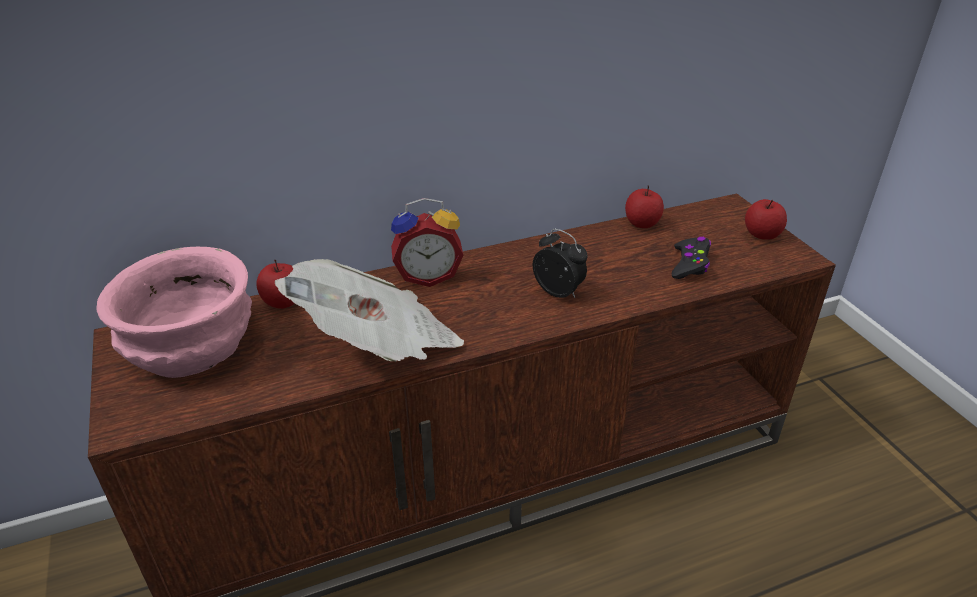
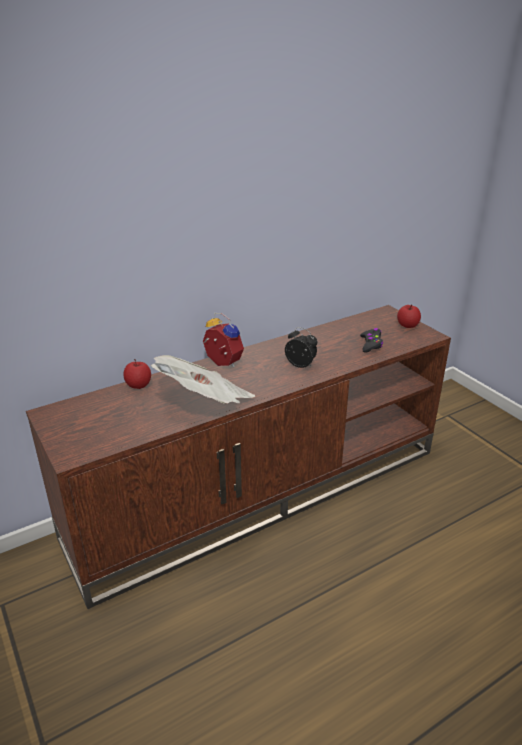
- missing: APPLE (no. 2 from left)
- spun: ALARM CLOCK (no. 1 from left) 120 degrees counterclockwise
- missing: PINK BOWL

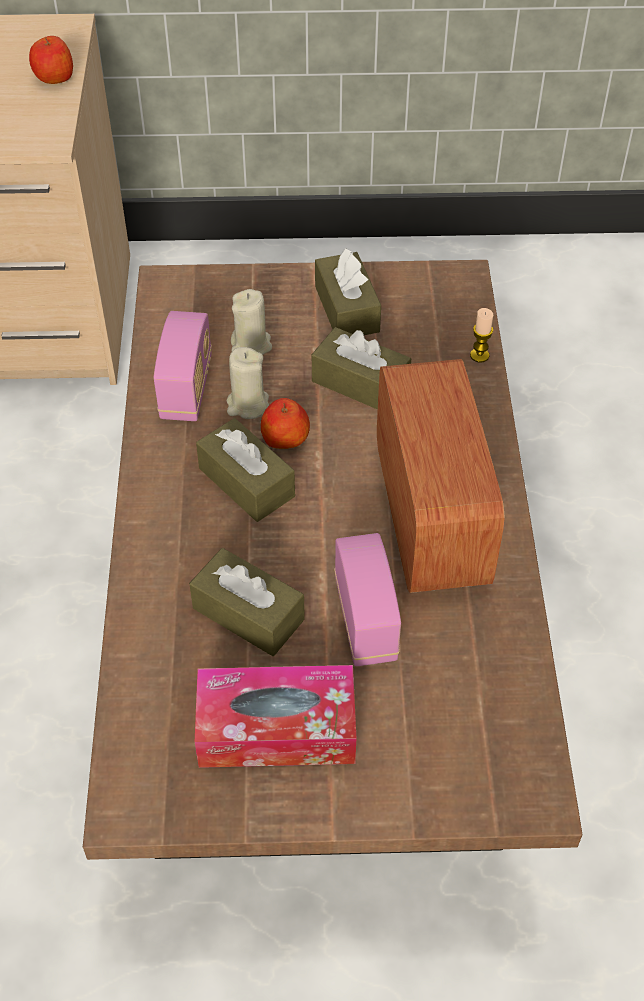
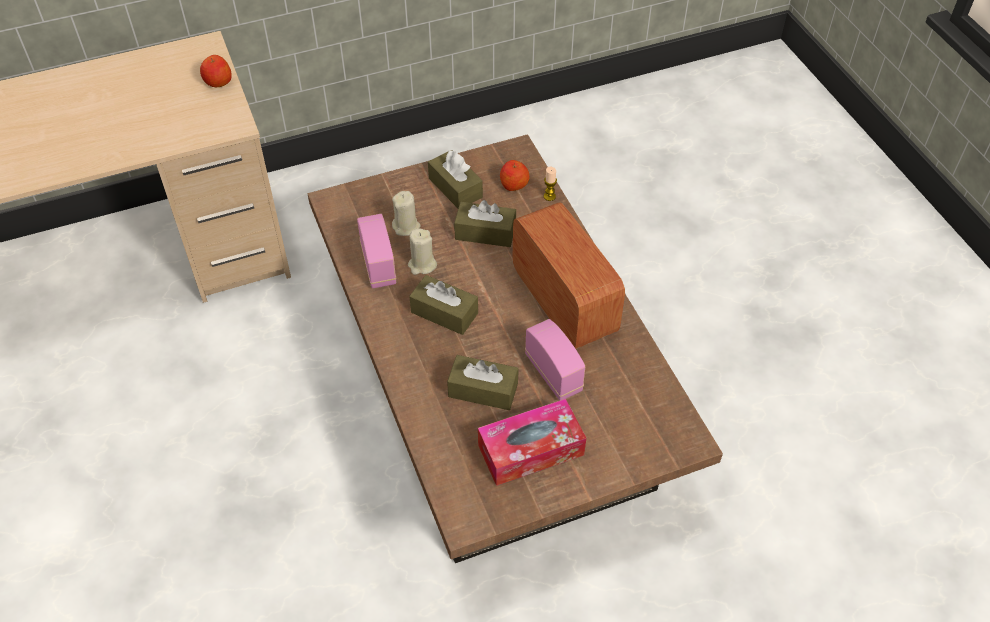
- relocated: APPLE (no. 2 from left)

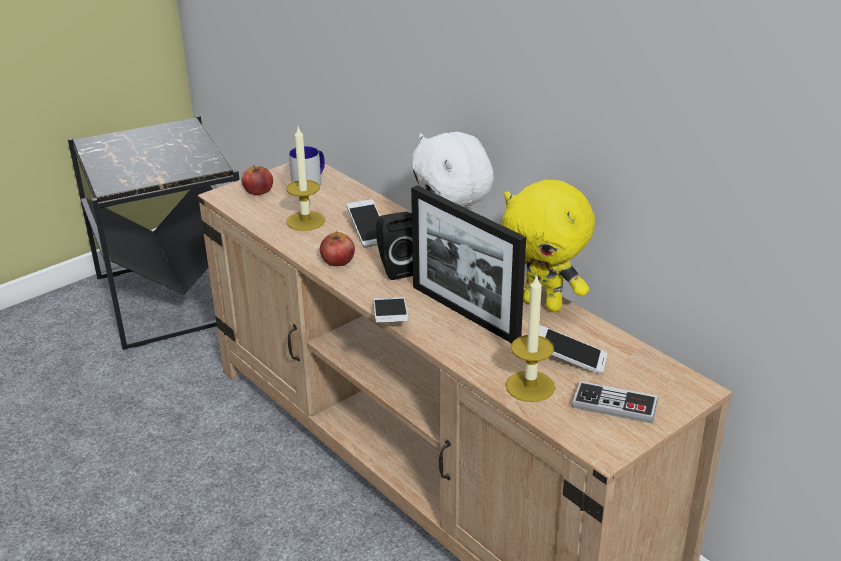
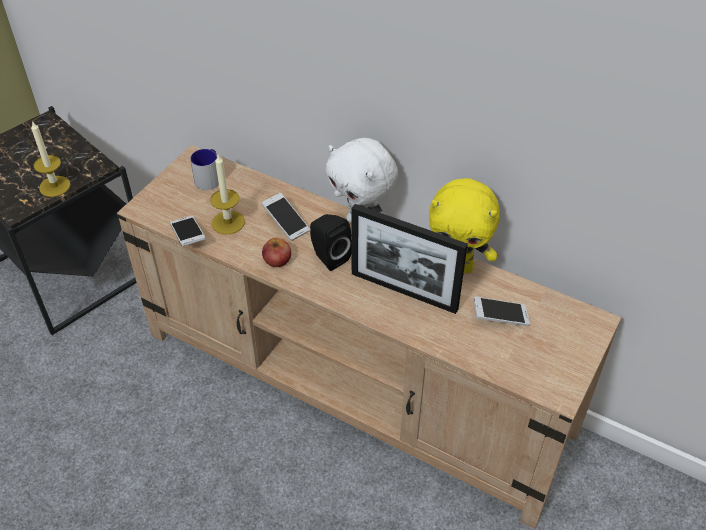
- missing: APPLE (no. 1 from left)
- relocated: CANDLE (no. 2 from left in the first image) to CANDLE (no. 1 from left)
- relocated: PHONE (no. 2 from left in the first image) to PHONE (no. 1 from left)
- missing: GAME CONTROLLER

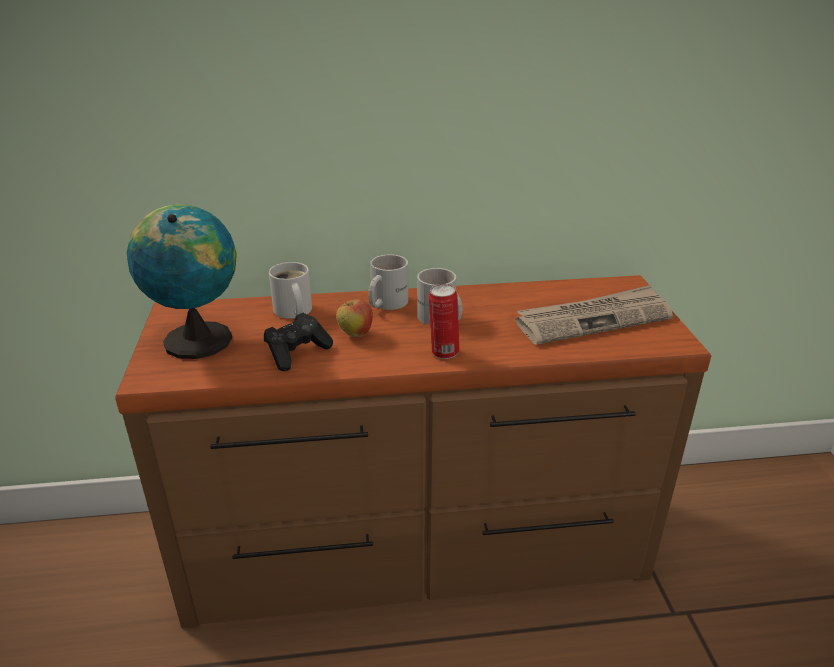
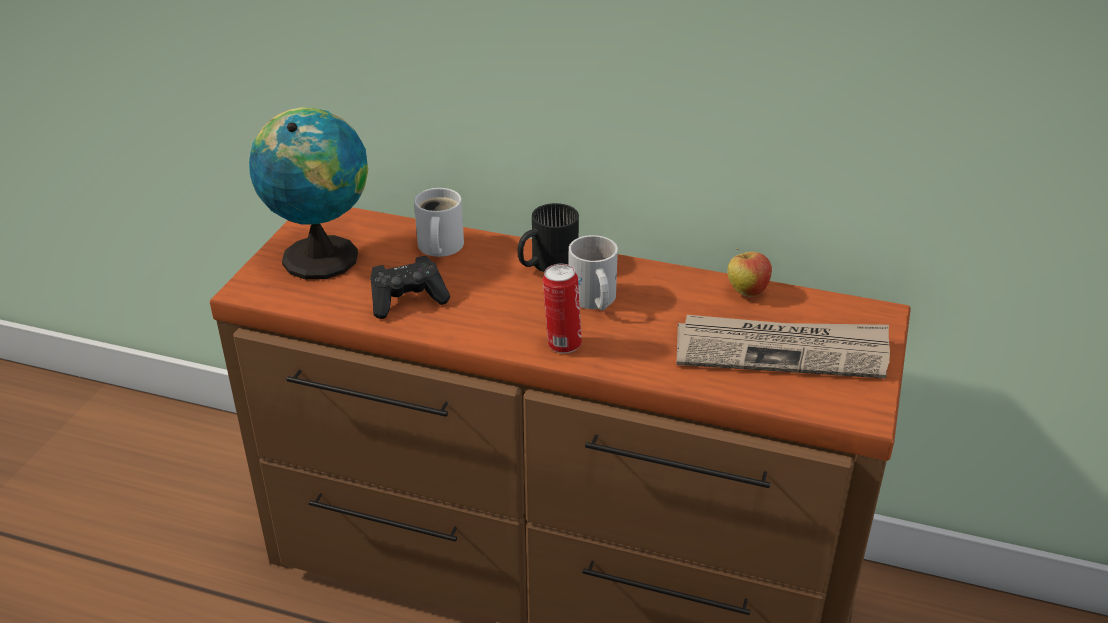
- colour: WHITE MUG (no. 2 from left) to BLACK MUG
- relocated: APPLE

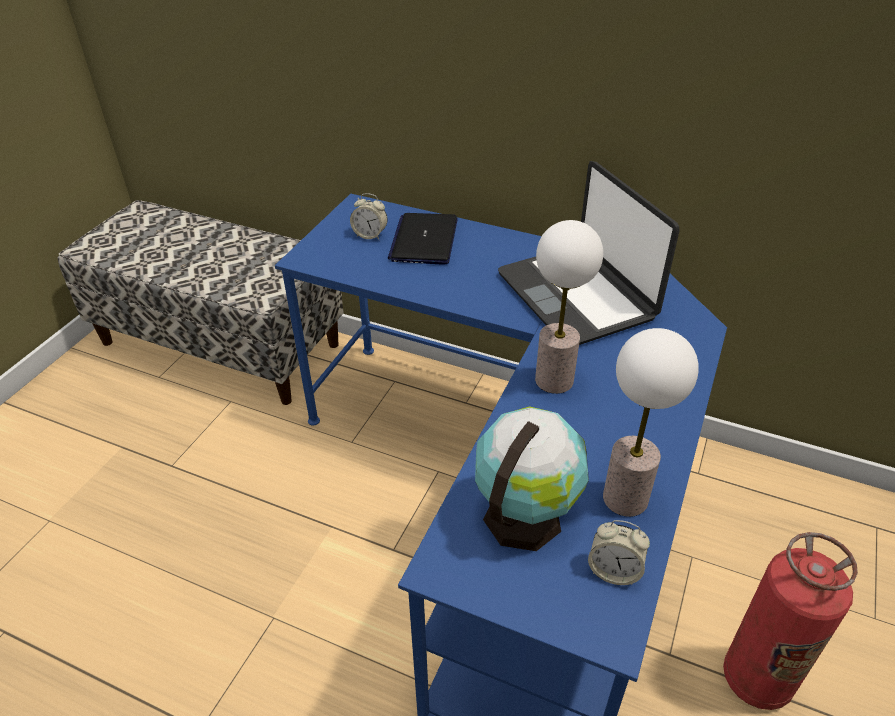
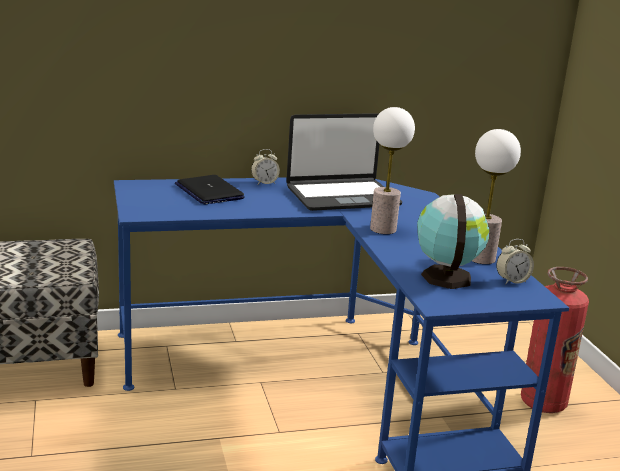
- spun: LAPTOP (no. 2 from left) 45 degrees counterclockwise
- relocated: ALARM CLOCK (no. 1 from left)

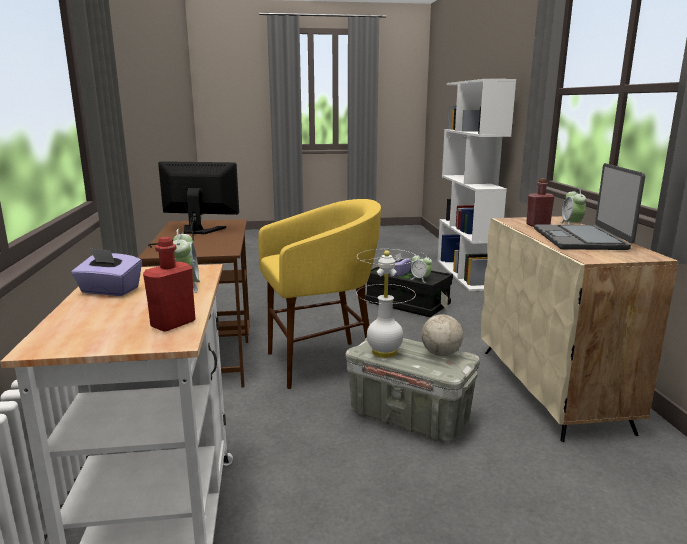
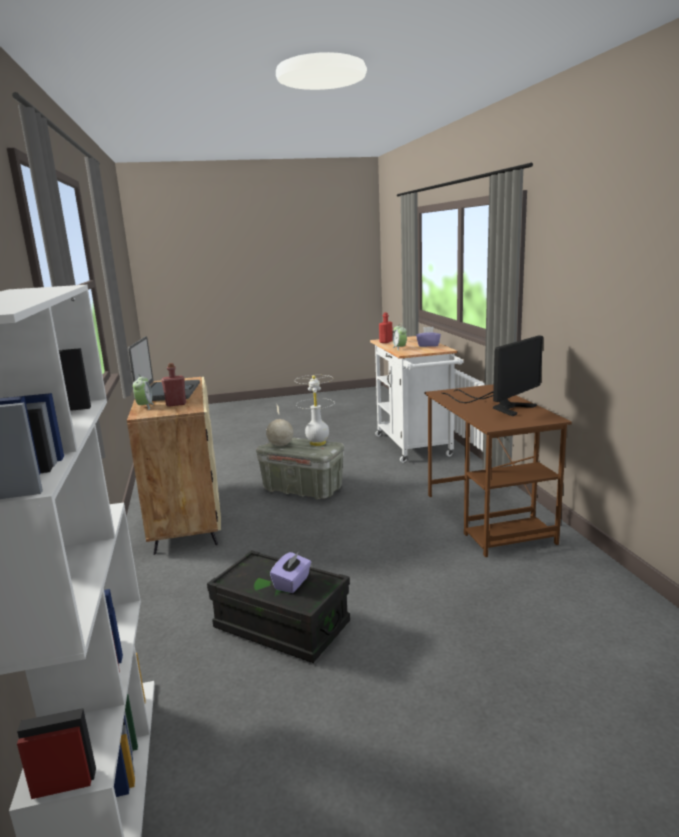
- spun: MONITOR 45 degrees counterclockwise
- missing: YELLOW STOOL
- missing: ALARM CLOCK (no. 2 from left)

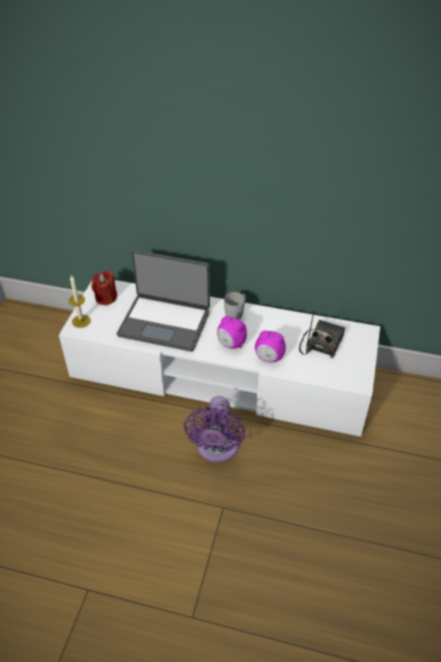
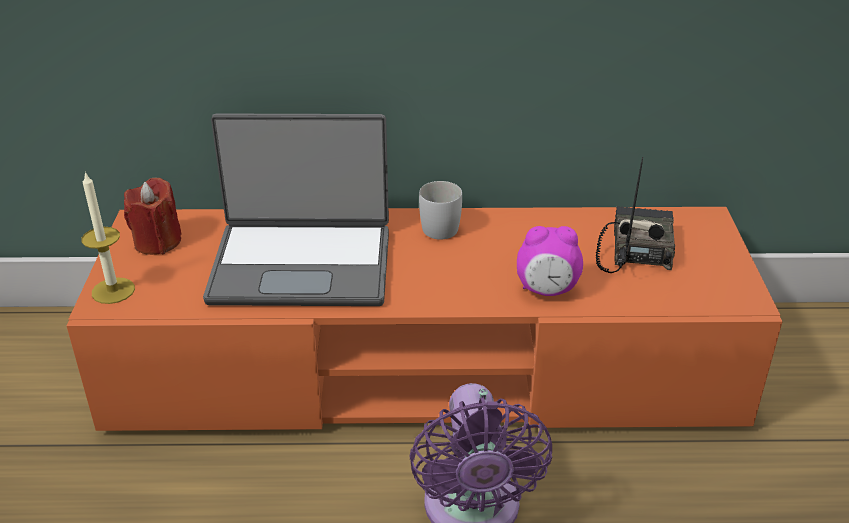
- colour: WHITE TV STAND to ORANGE TV STAND
- missing: ALARM CLOCK (no. 1 from left)

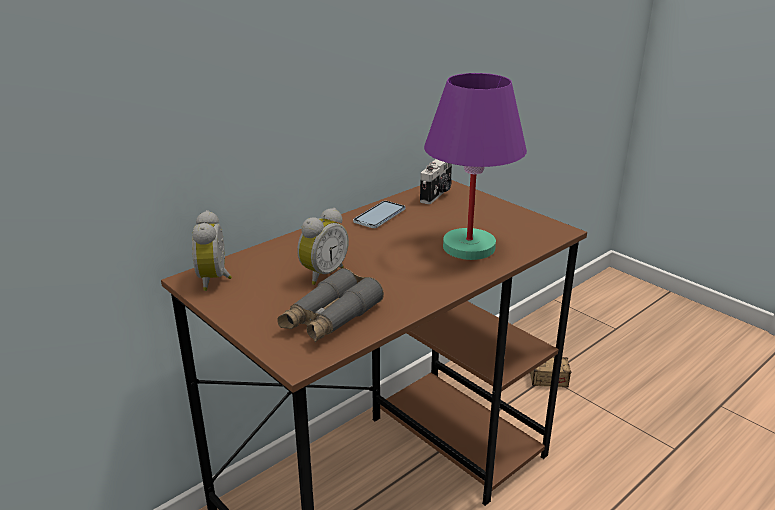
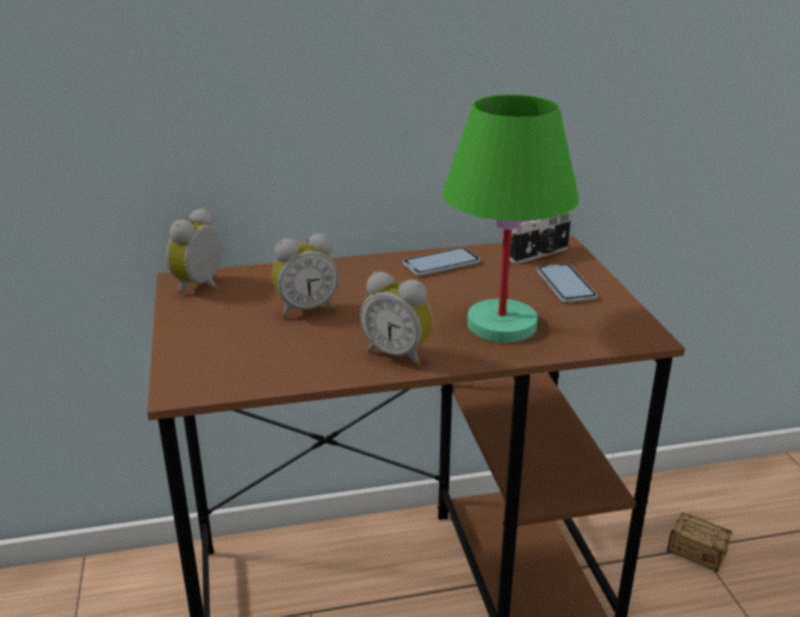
- colour: PURPLE TABLE LAMP to GREEN TABLE LAMP
- missing: GREY BINOCULARS
- appeared: PHONE (no. 2 from left)
- appeared: ALARM CLOCK (no. 3 from left)

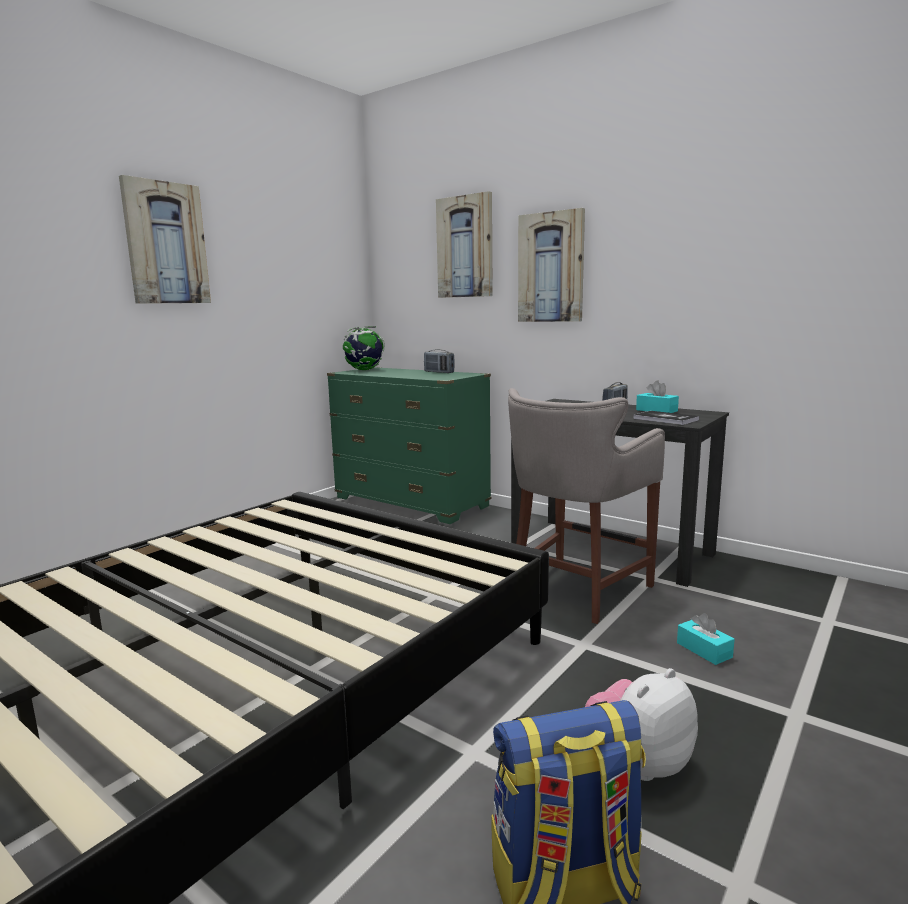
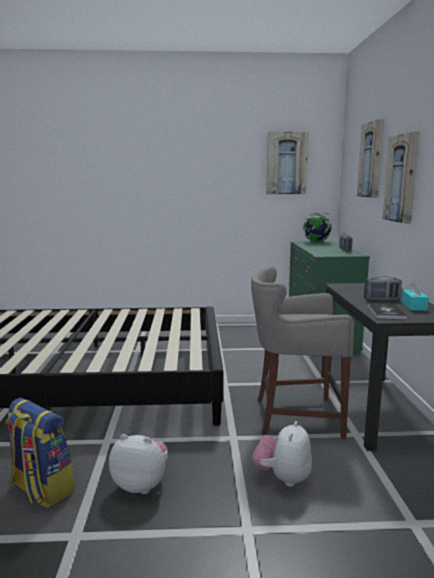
- relocated: PICTURE (no. 1 from left)
- exchanged: TURQUOISE TISSUE BOX (no. 2 from left) to PLUSH TOY (no. 2 from left)

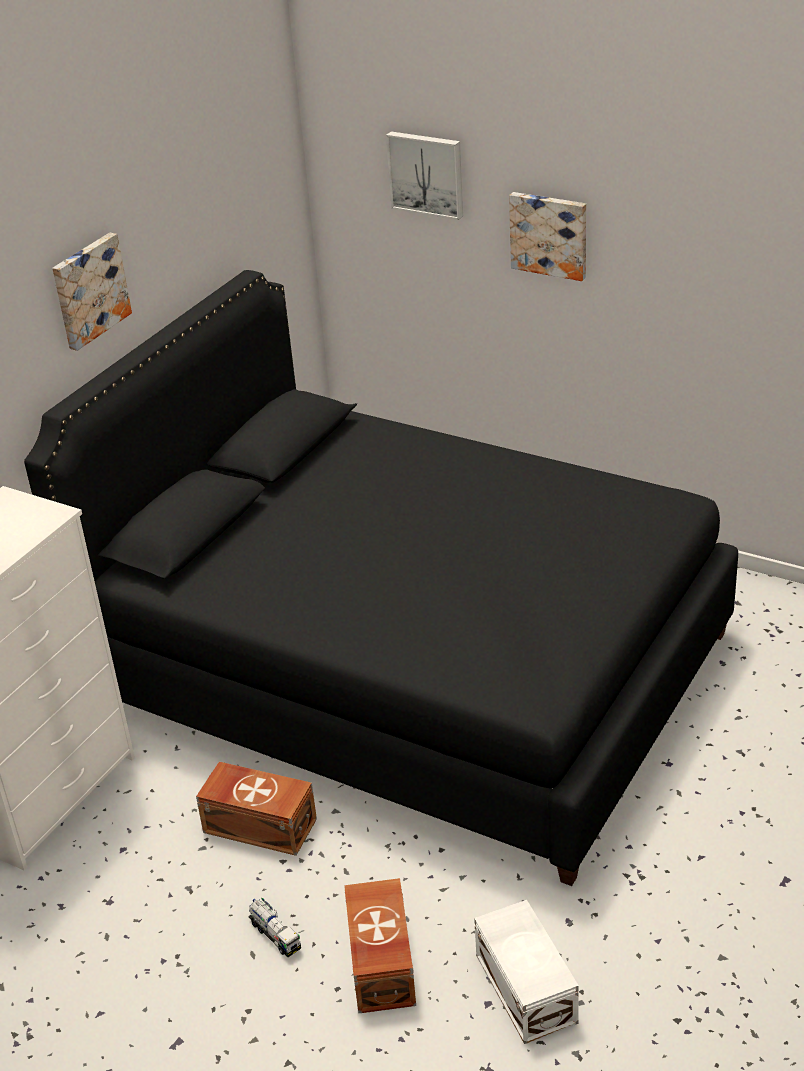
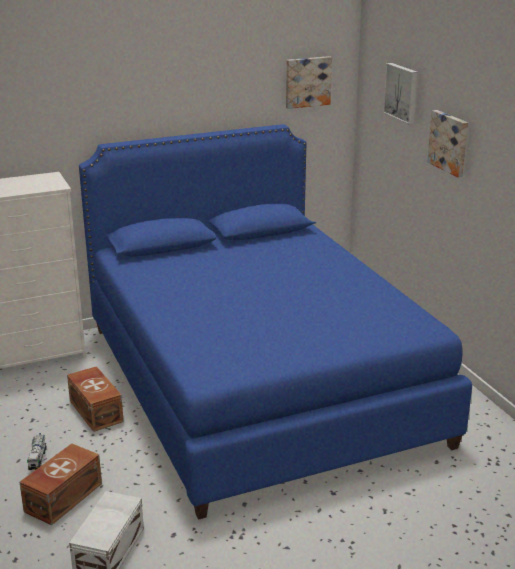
- relocated: PICTURE (no. 1 from left)
- colour: BLACK BED to BLUE BED

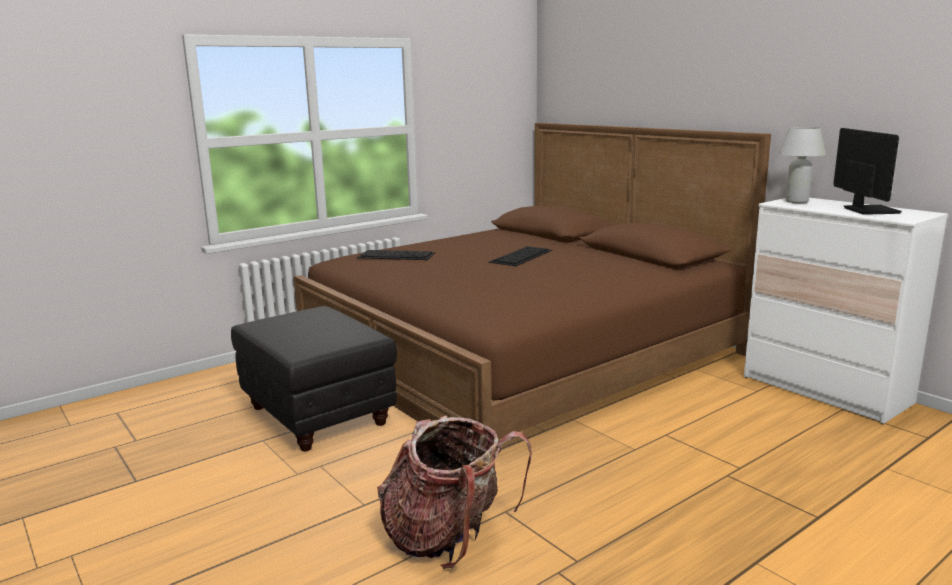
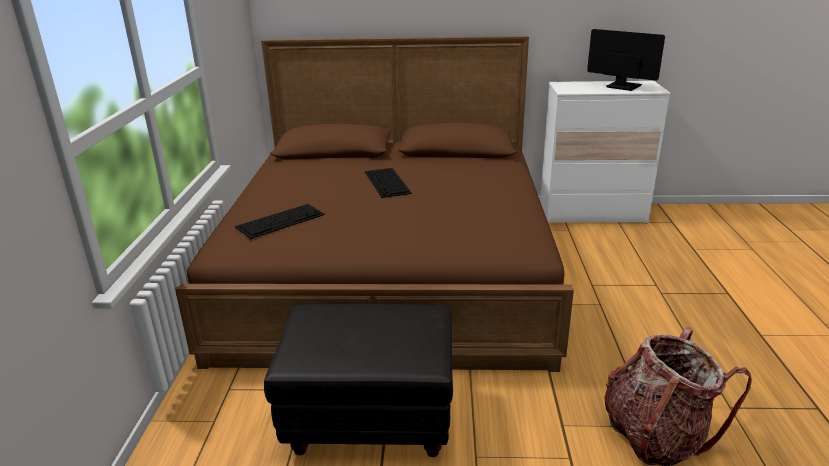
- missing: WHITE TABLE LAMP

